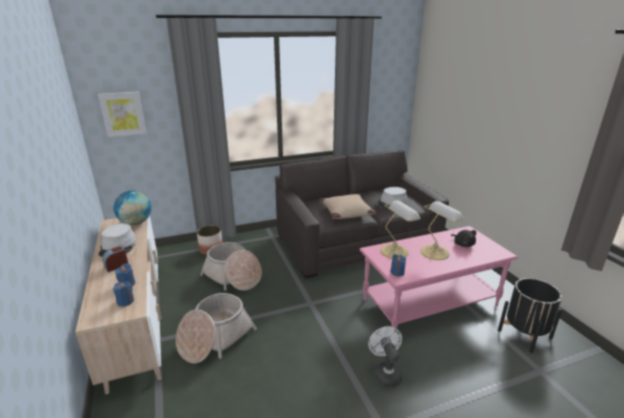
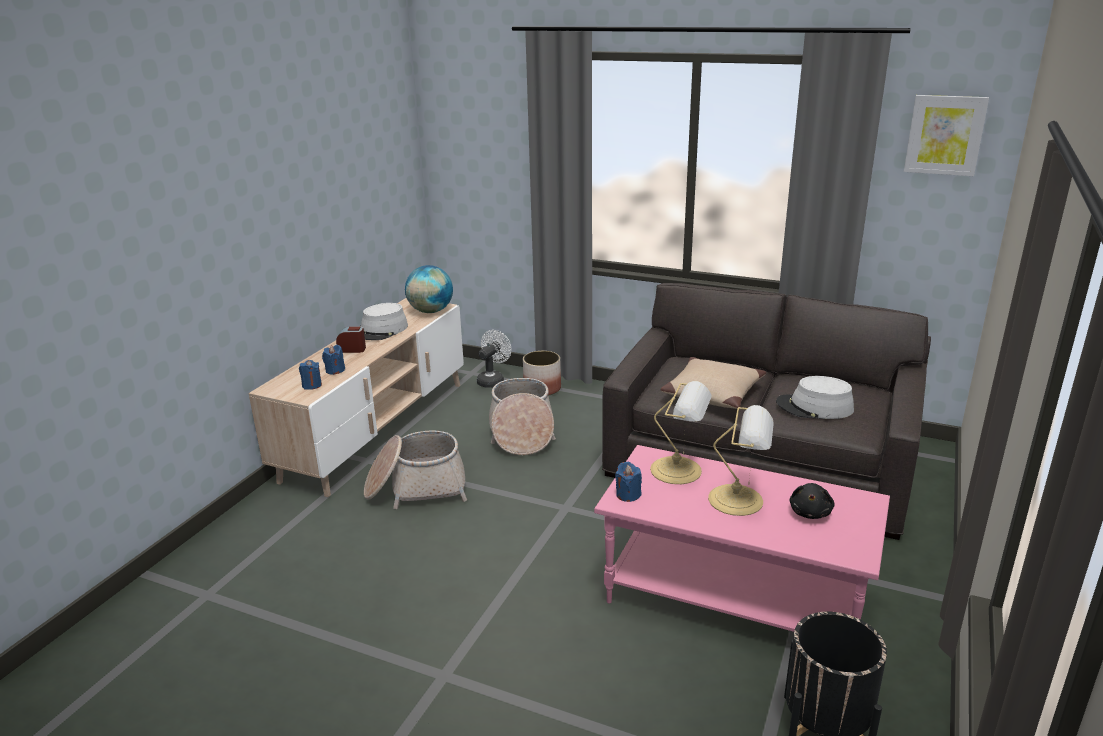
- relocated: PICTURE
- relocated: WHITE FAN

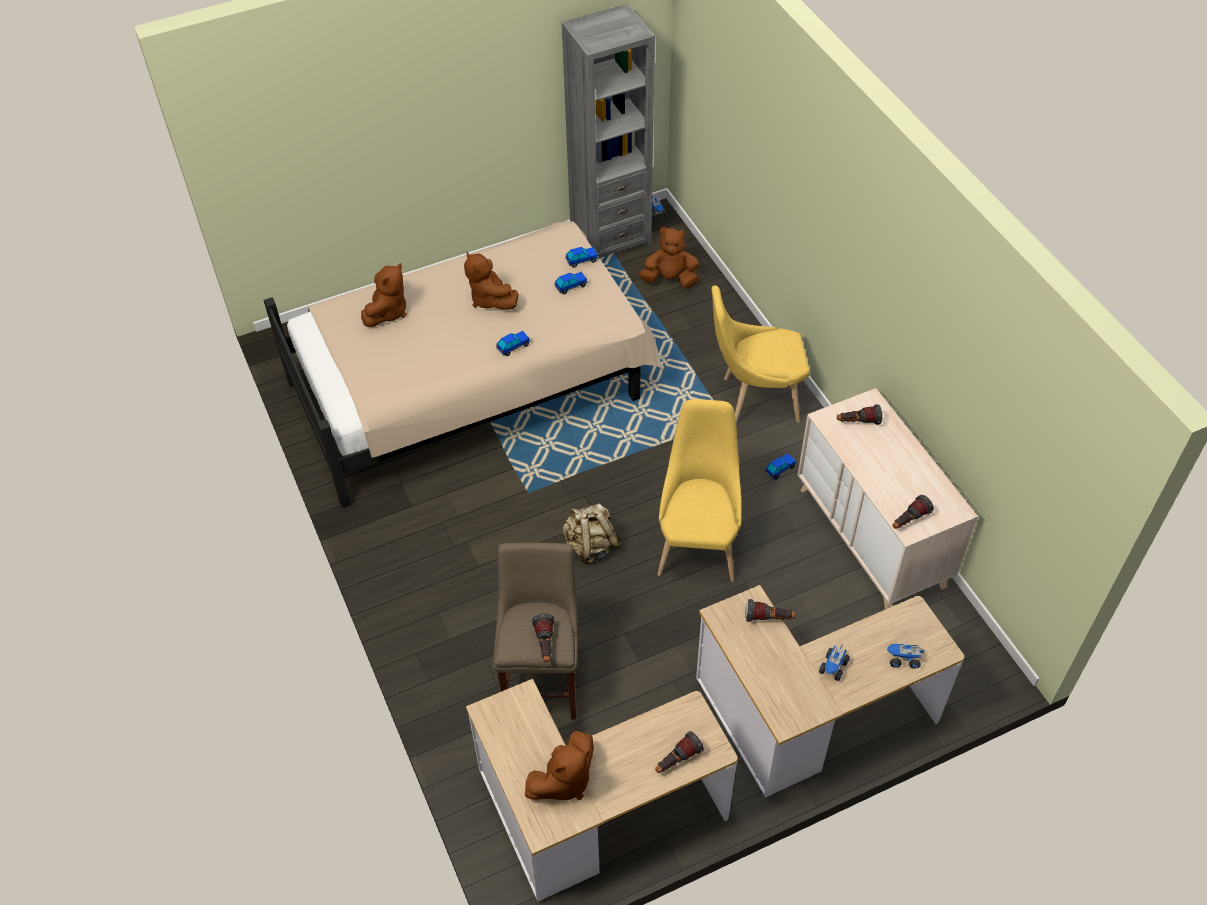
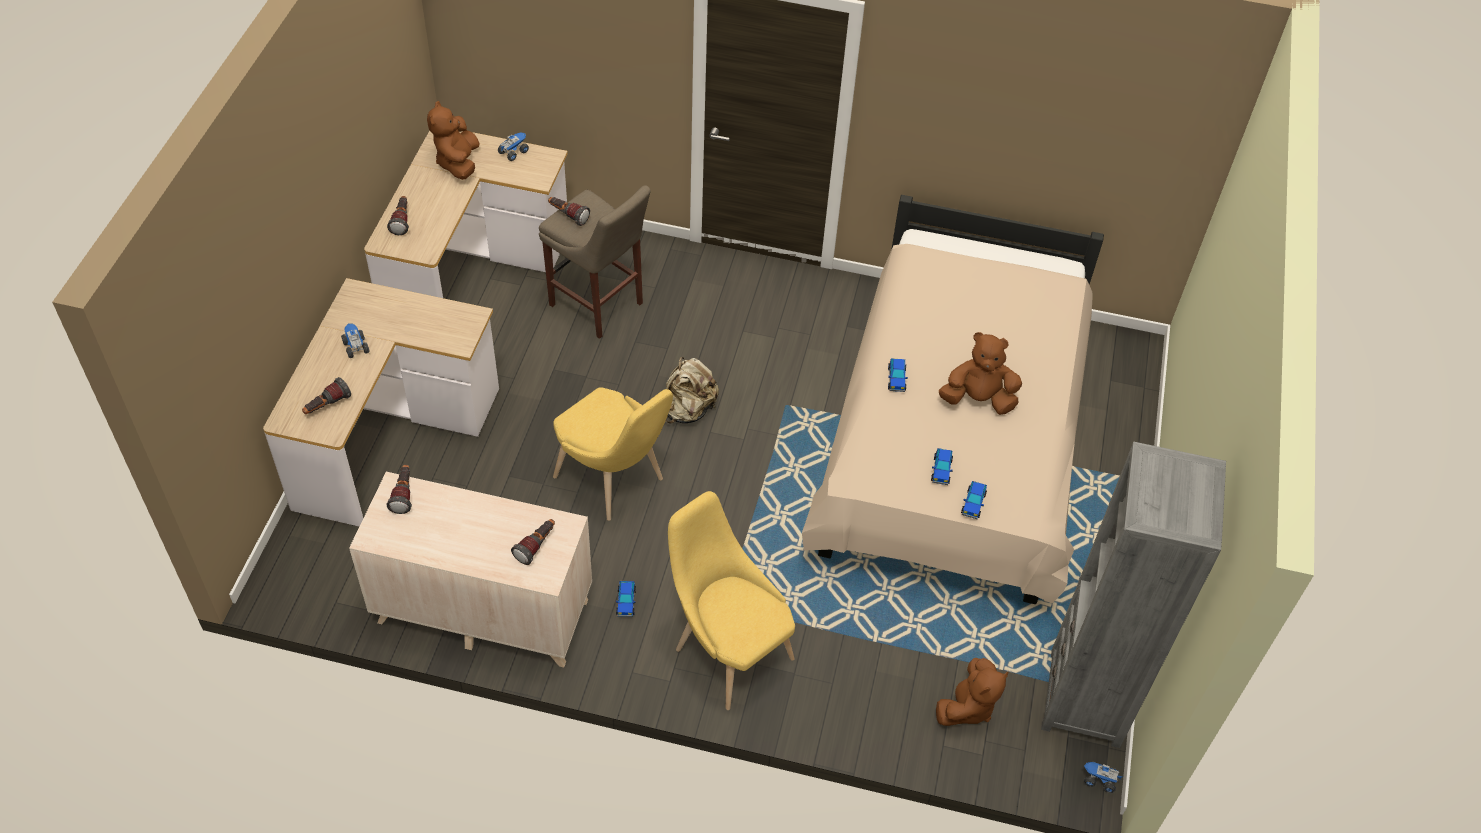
- missing: BROWN PLUSH TOY (no. 1 from left)
- spun: YELLOW CHAIR (no. 2 from left) 75 degrees counterclockwise
- relocated: FLASHLIGHT (no. 3 from left in the first image) to FLASHLIGHT (no. 1 from left)
- relocated: TOY TRUCK (no. 3 from left in the first image) to TOY TRUCK (no. 2 from left)

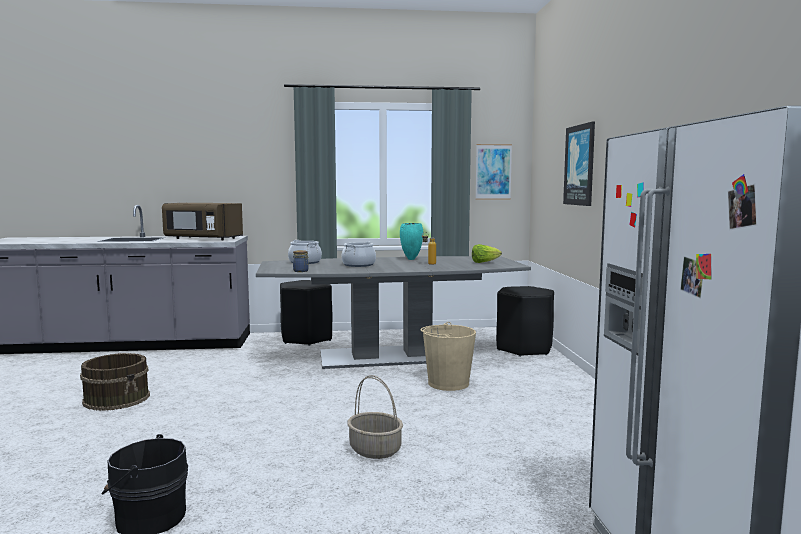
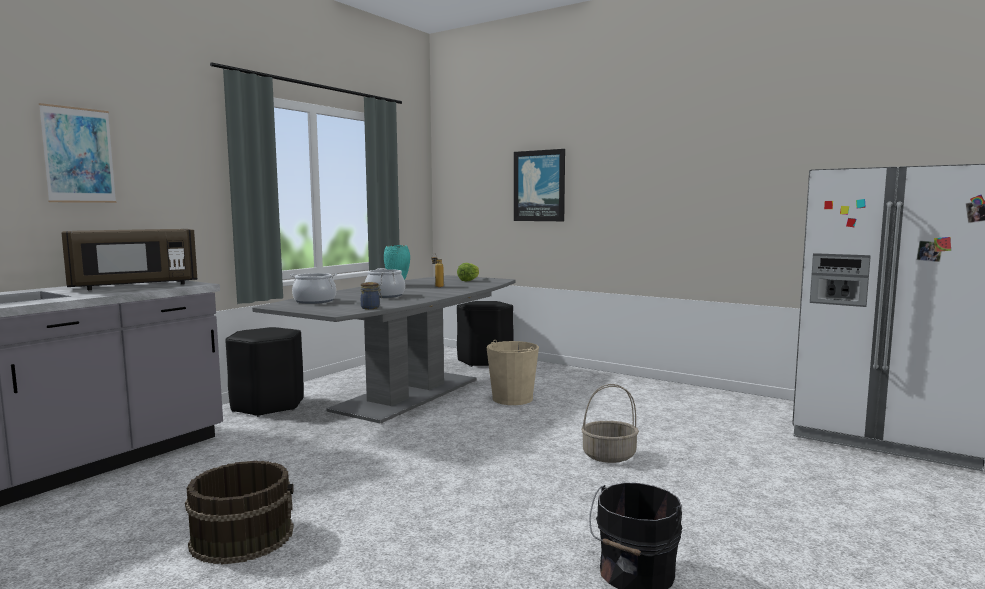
- relocated: PICTURE (no. 1 from left)

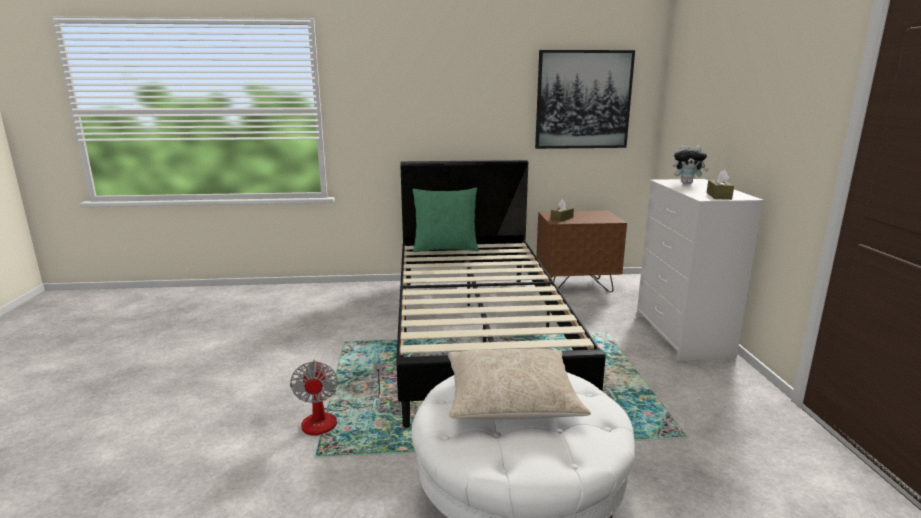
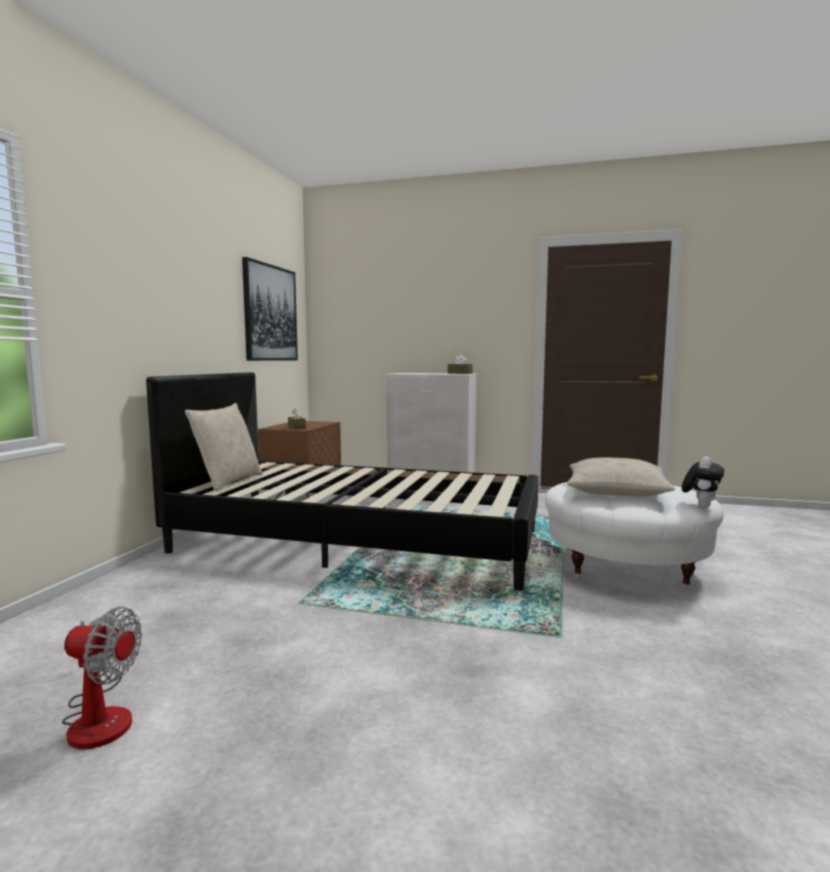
- relocated: PLUSH TOY
- colour: GREEN PILLOW to BEIGE PILLOW (no. 1 from left)
- relocated: FAN

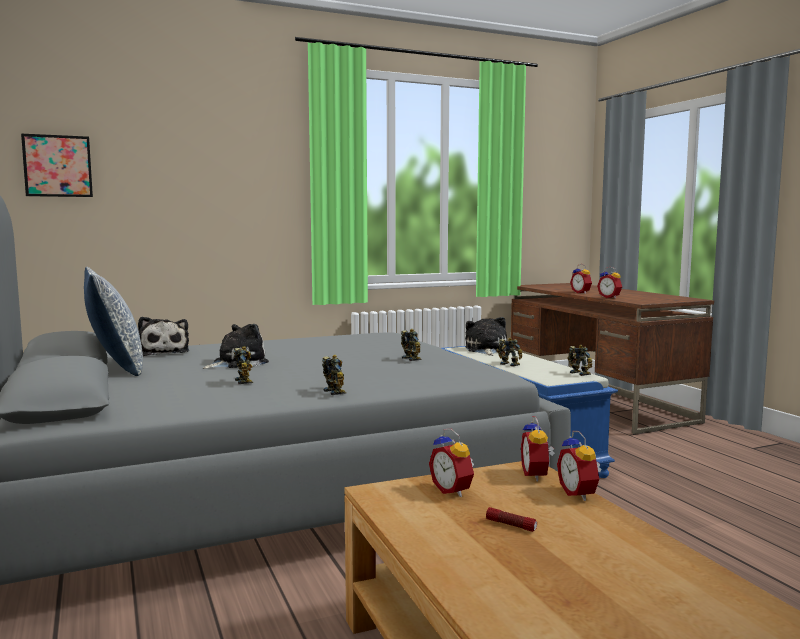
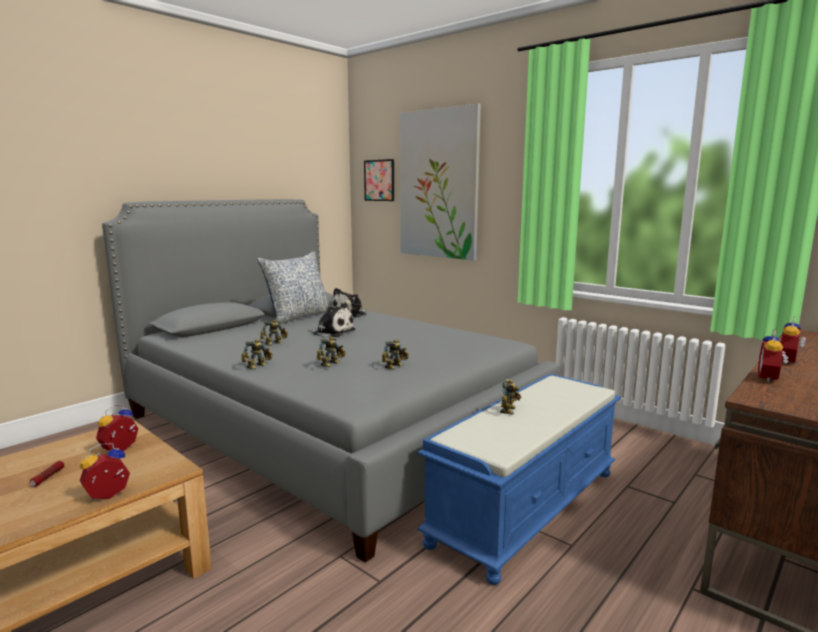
- missing: PLUSH TOY (no. 3 from left)
- relocated: TOY ROBOT (no. 5 from left in the first image) to TOY ROBOT (no. 3 from left)
- missing: ALARM CLOCK (no. 2 from left)
- appeared: PICTURE (no. 2 from left)

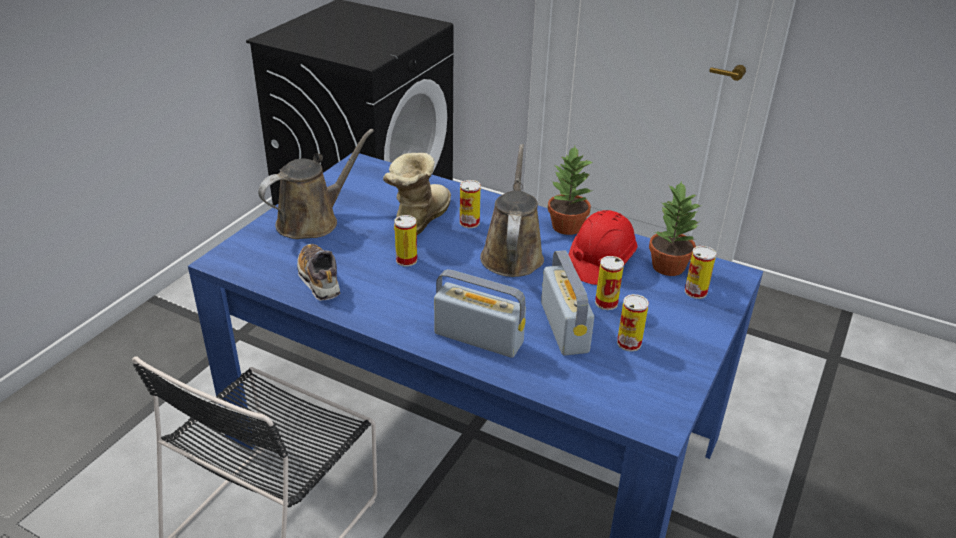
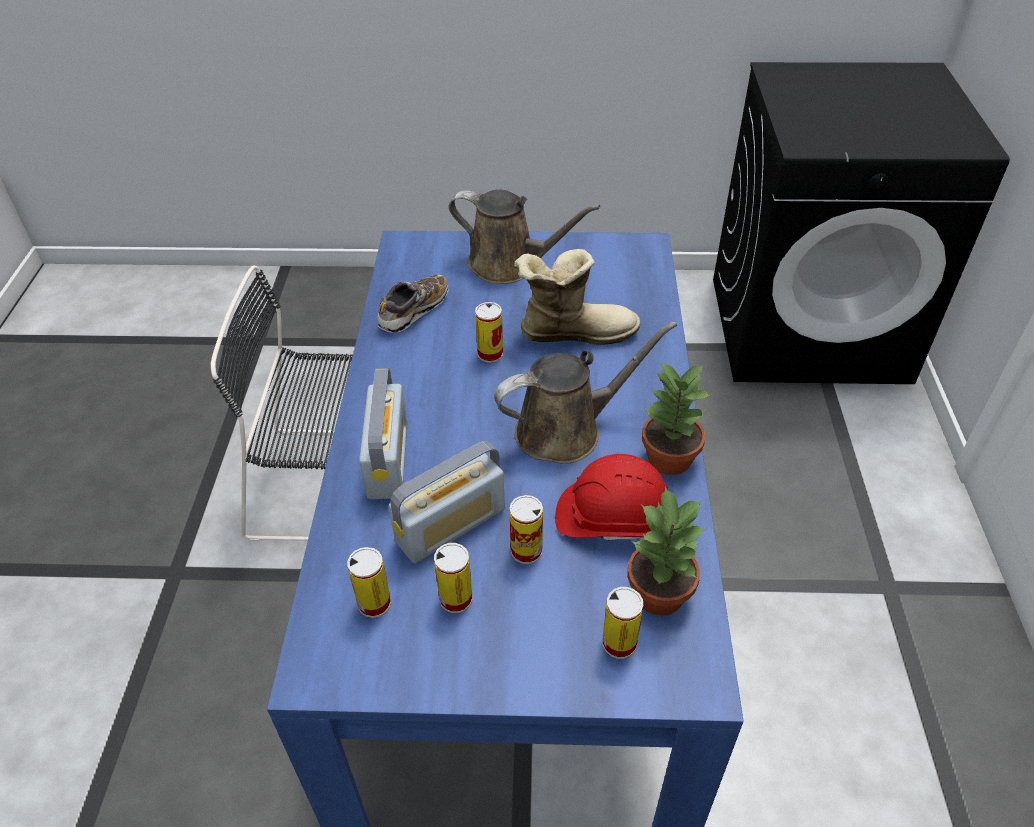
- relocated: CAN (no. 2 from left in the first image) to CAN (no. 1 from left)

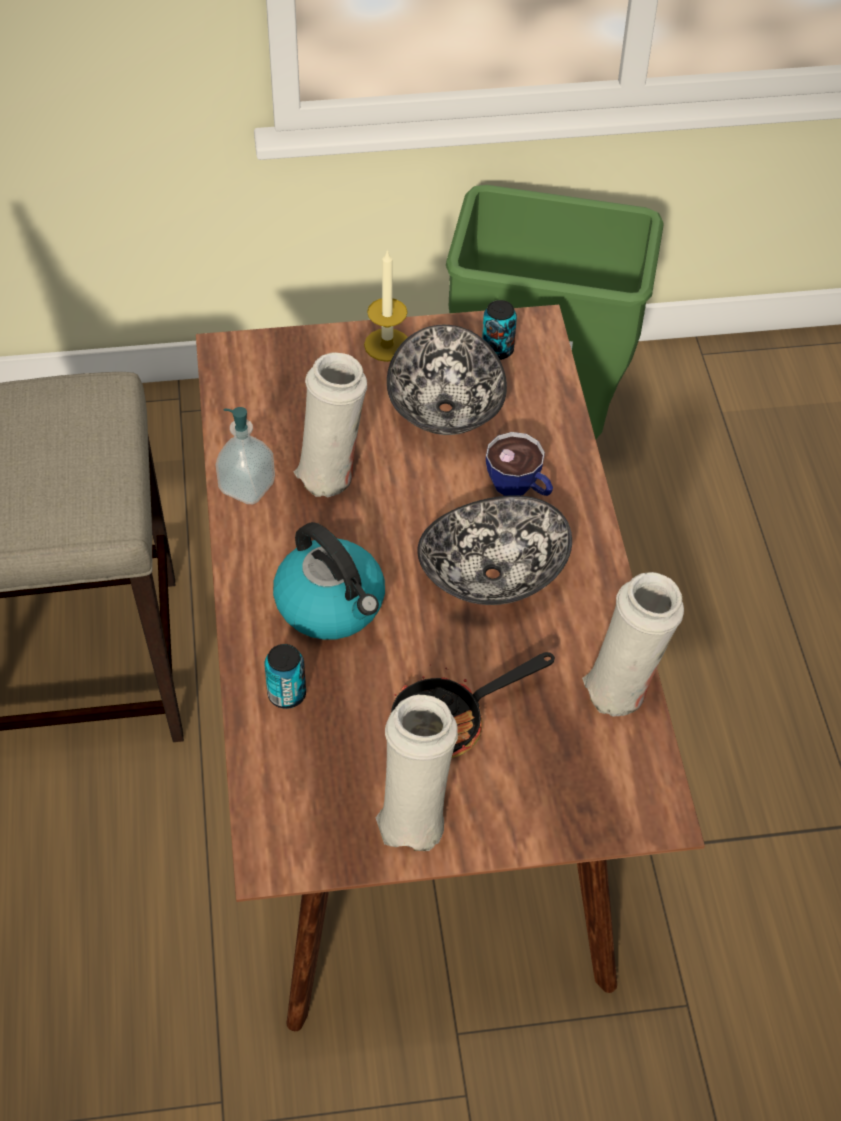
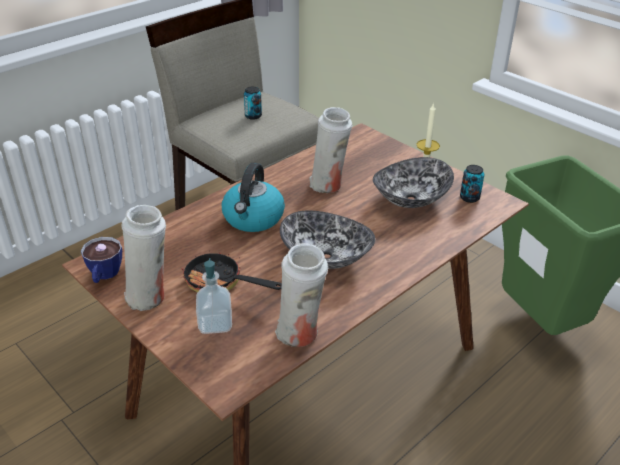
- relocated: SOAP DISPENSER
- relocated: CUP
- relocated: CAN (no. 1 from left)

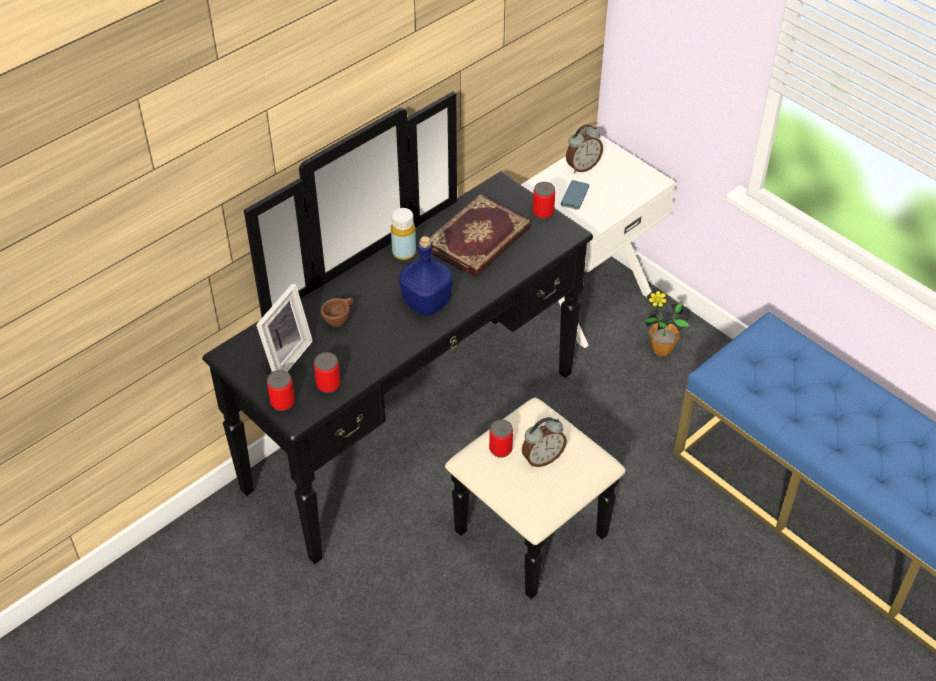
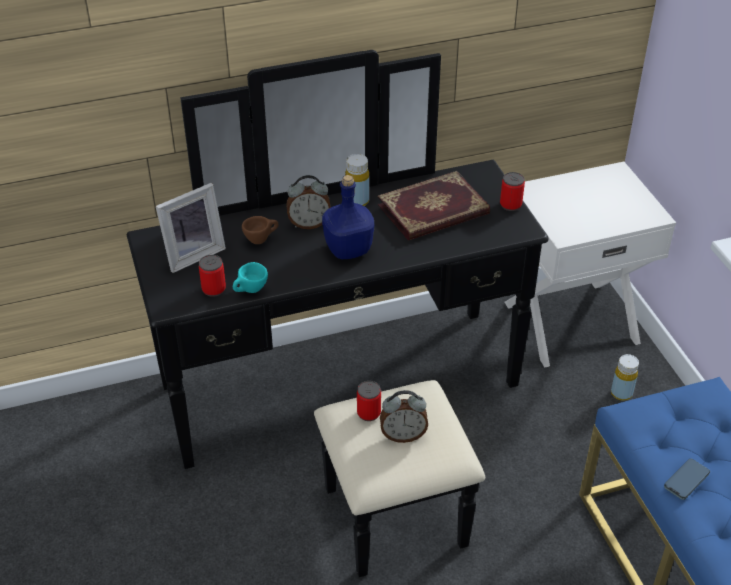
- relocated: ALARM CLOCK (no. 2 from left in the first image) to ALARM CLOCK (no. 1 from left)
- relocated: PHONE
- exchanged: POTTED PLANT to YELLOW BOTTLE (no. 2 from left)
- missing: CAN (no. 1 from left)
- appeared: TURQUOISE CUP

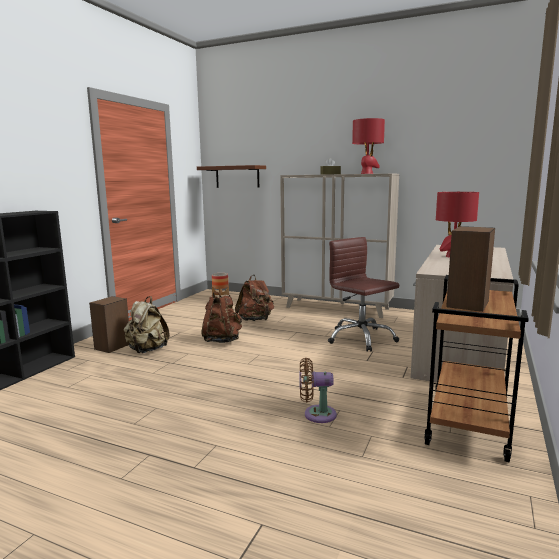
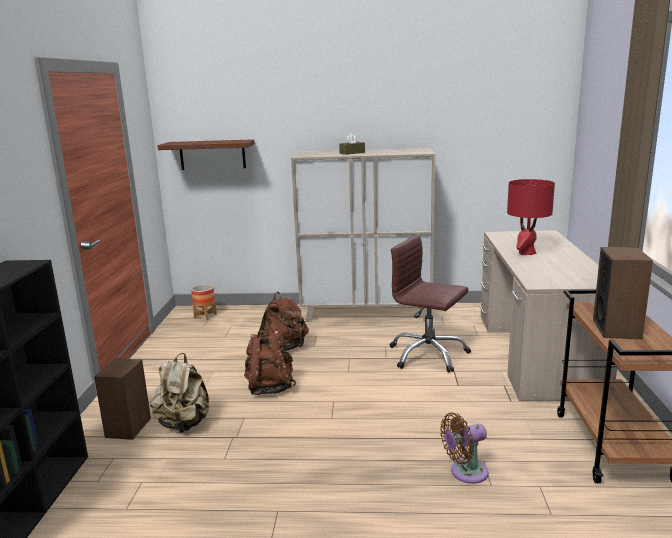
- missing: RED TABLE LAMP (no. 1 from left)

